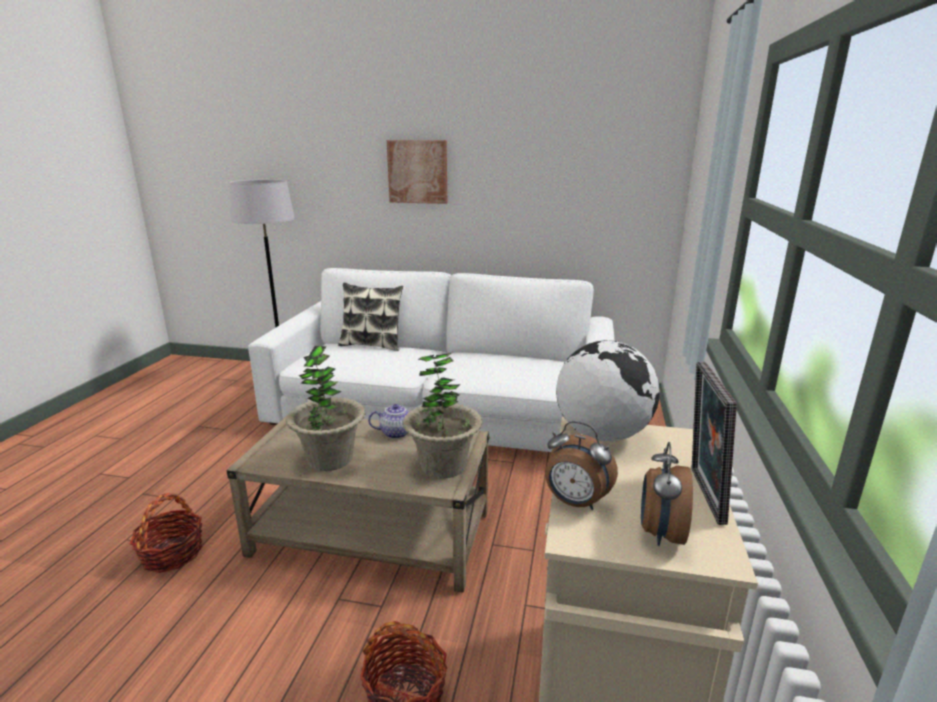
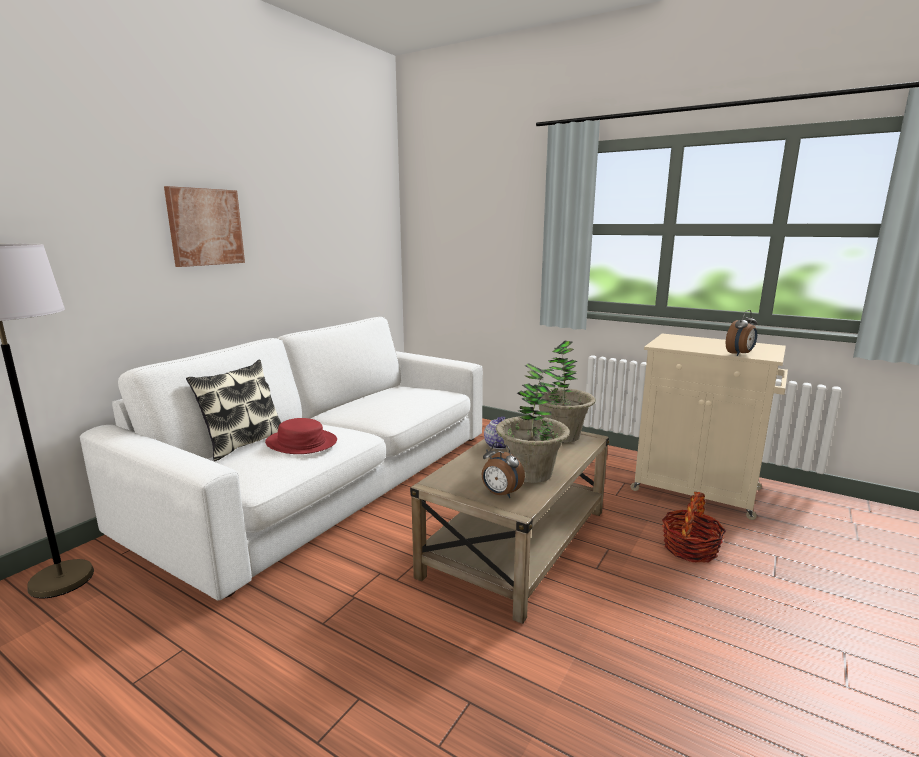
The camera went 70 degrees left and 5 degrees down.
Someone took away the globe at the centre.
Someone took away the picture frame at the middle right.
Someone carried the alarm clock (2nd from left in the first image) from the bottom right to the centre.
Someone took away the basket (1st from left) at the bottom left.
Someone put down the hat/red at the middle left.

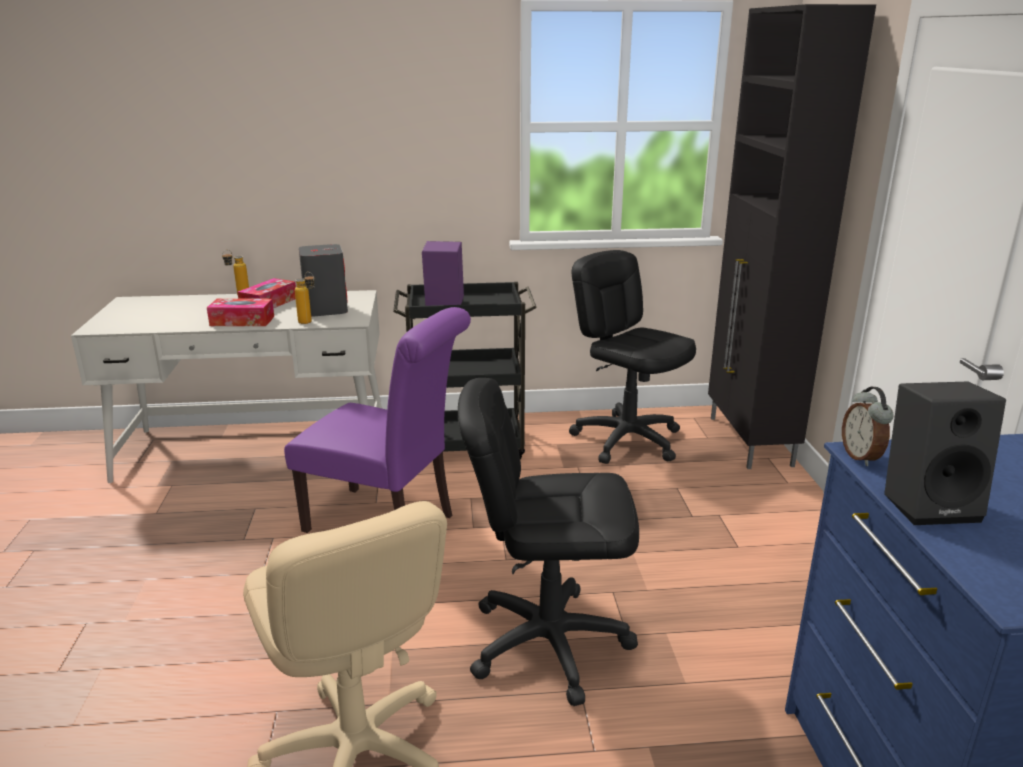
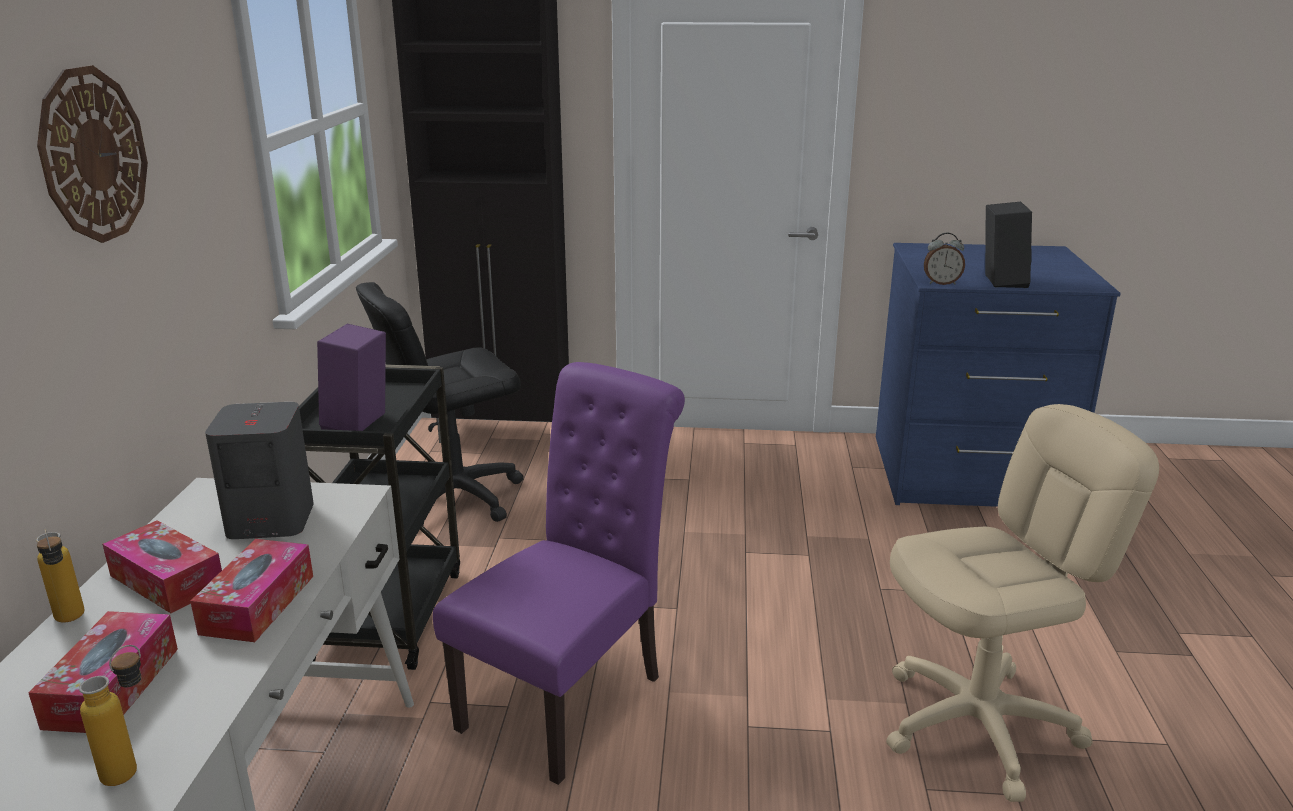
The camera went 80 degrees left and 0 degrees up.
Someone carried the bottle (2nd from left) from the middle left to the bottom left.
Someone took away the office chair/black (1st from left) at the bottom centre.
Someone put up the wall clock at the top left.
Someone put down the tissue box (1st from left) at the bottom left.

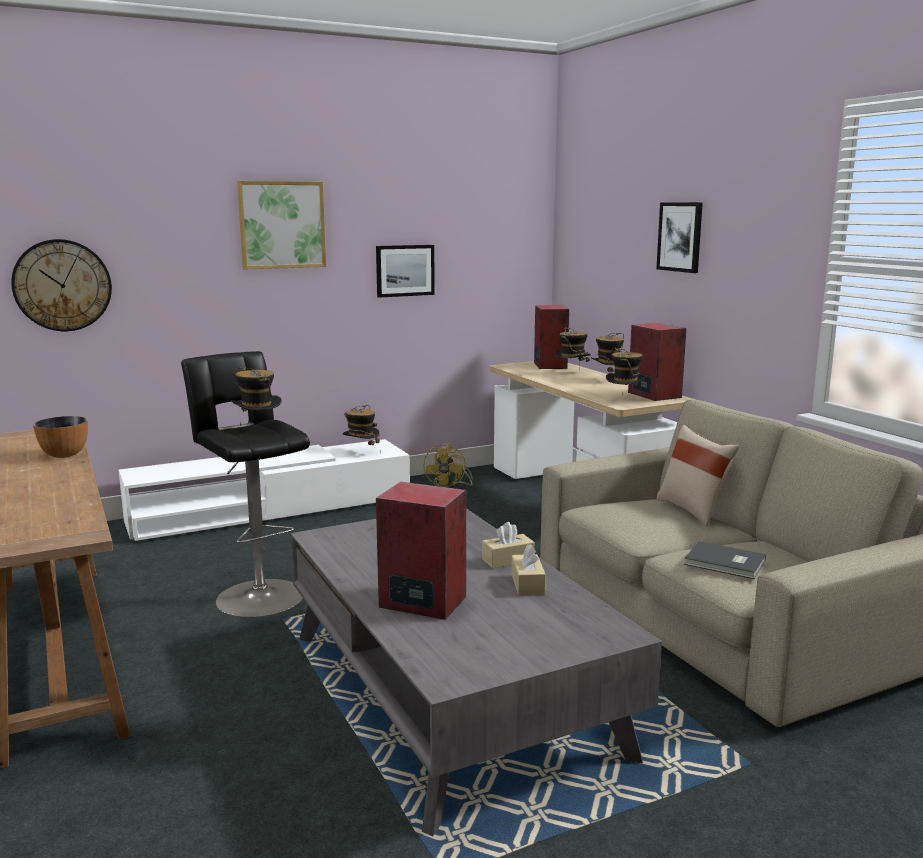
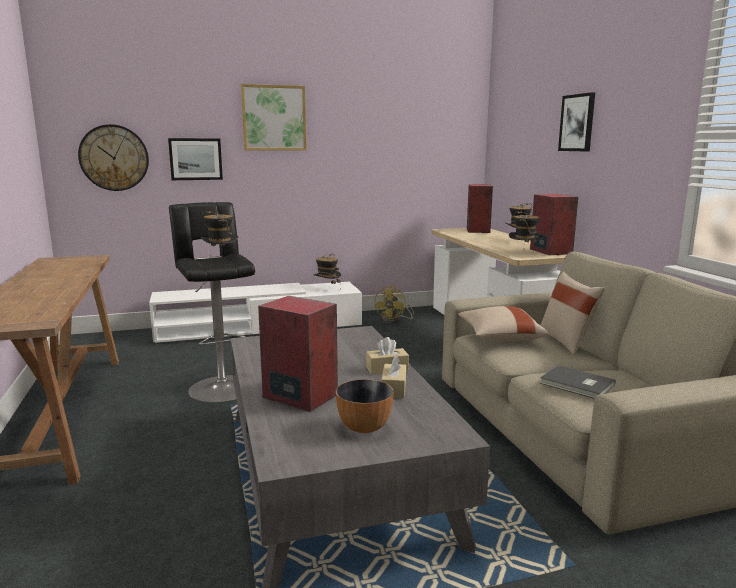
The camera went 10 degrees right and 0 degrees up.
Someone carried the picture (2nd from left in the first image) from the top centre to the top left.
Someone took away the hat (3rd from left) at the centre.
Someone carried the bowl from the middle left to the bottom centre.
Someone put down the pillow/beige (1st from left) at the middle right.

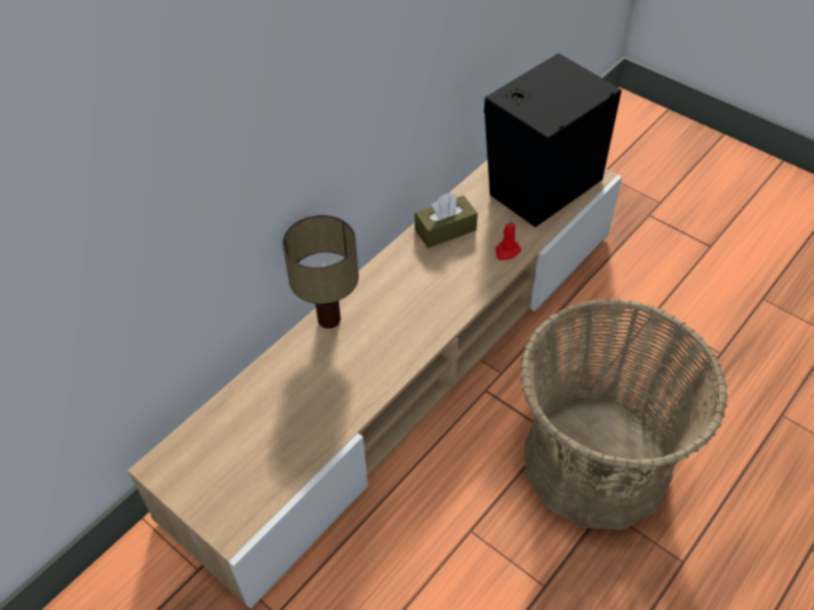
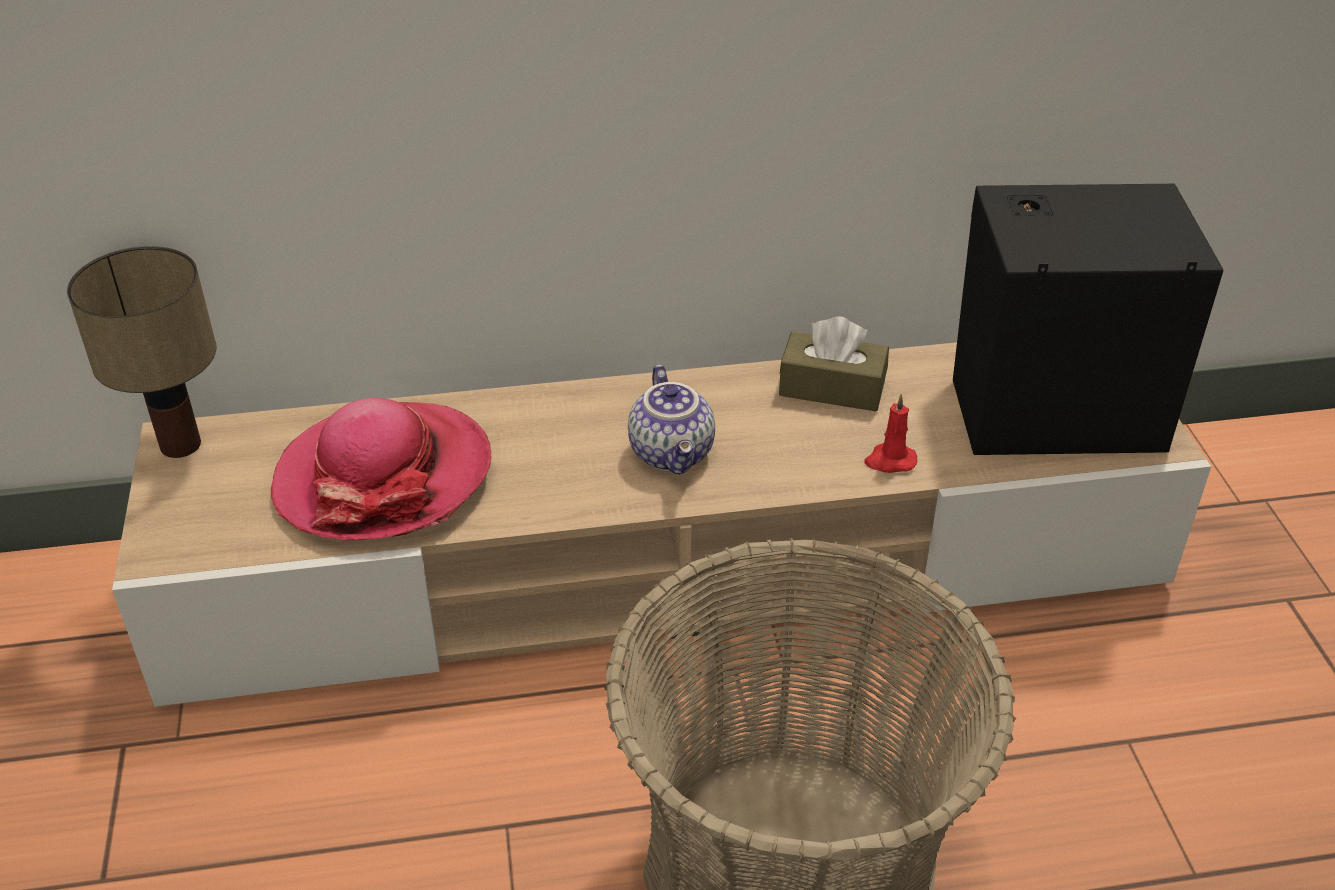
The camera went 40 degrees right and 10 degrees down.
Someone carried the table lamp from the centre to the middle left.
Someone put down the teapot at the centre.
Someone put down the hat at the middle left.

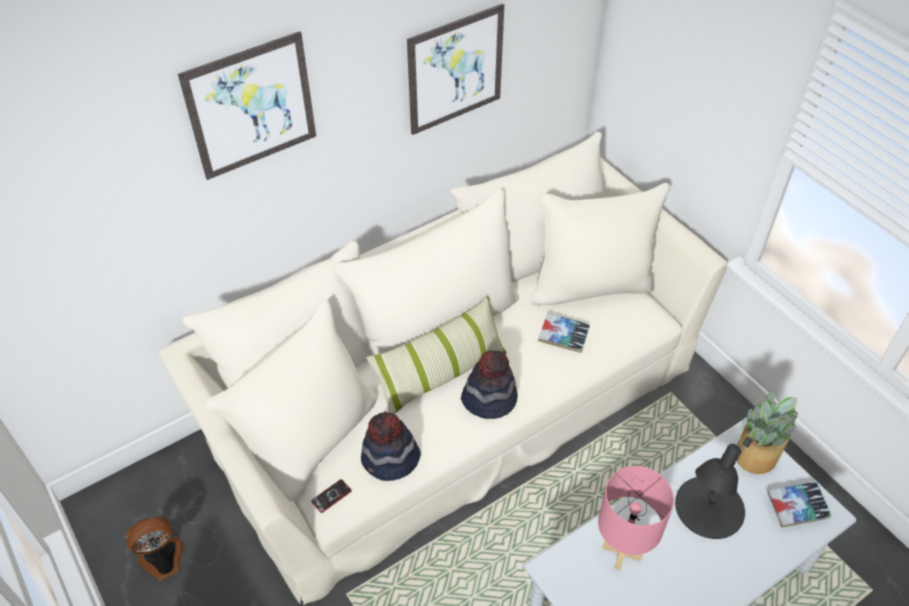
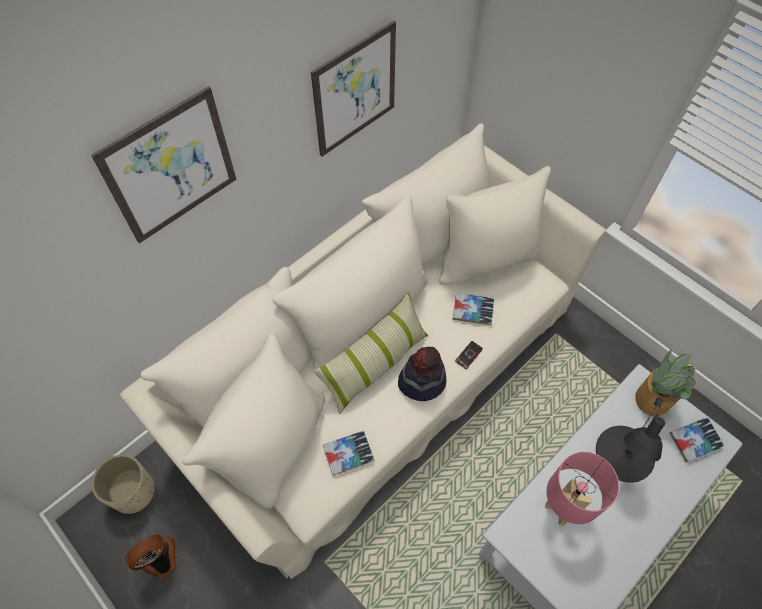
The camera went 10 degrees left and 10 degrees up.
Someone swapped the hat (1st from left) at the bottom centre for the book (1st from left) at the bottom centre.
Someone carried the phone from the bottom centre to the centre.
Someone put down the planter/beige at the bottom left.

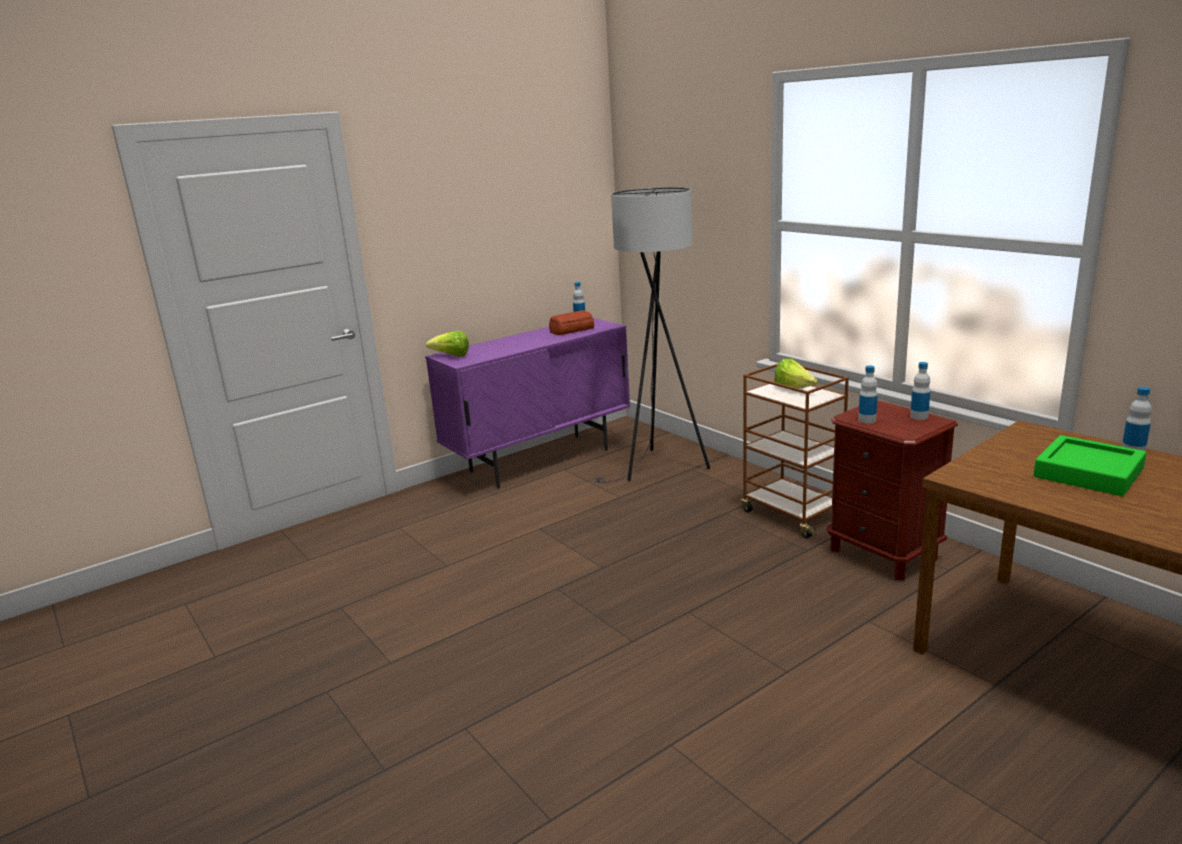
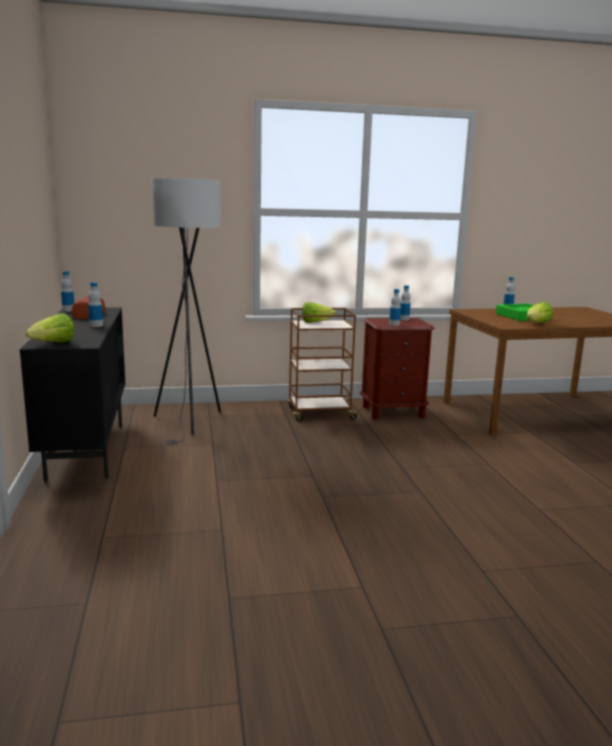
The camera went 65 degrees left and 5 degrees down.
Someone repainted the cabinet/purple at the centre, which became the cabinet/black at the middle left.
Someone put down the bottle (2nd from left) at the middle left.
Someone put down the lettuce (3rd from left) at the middle right.

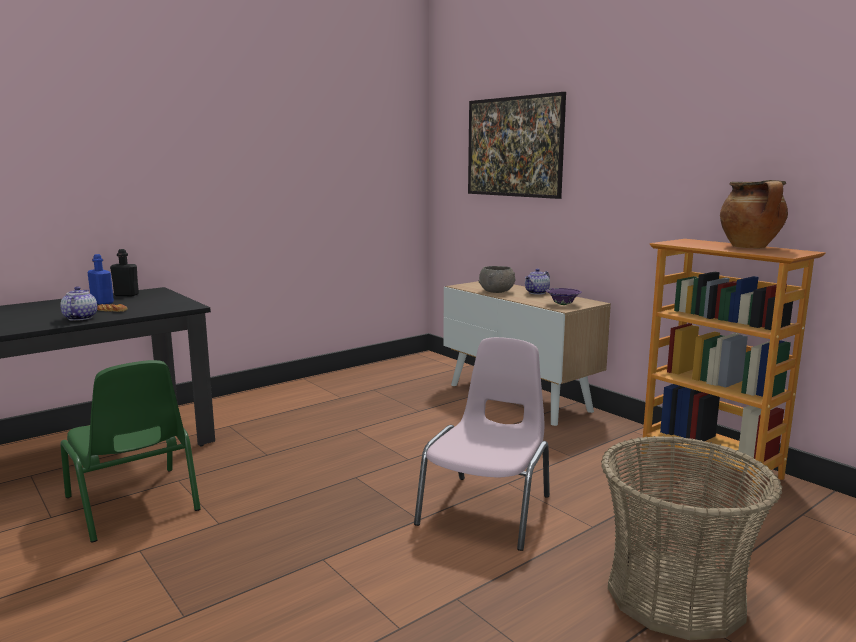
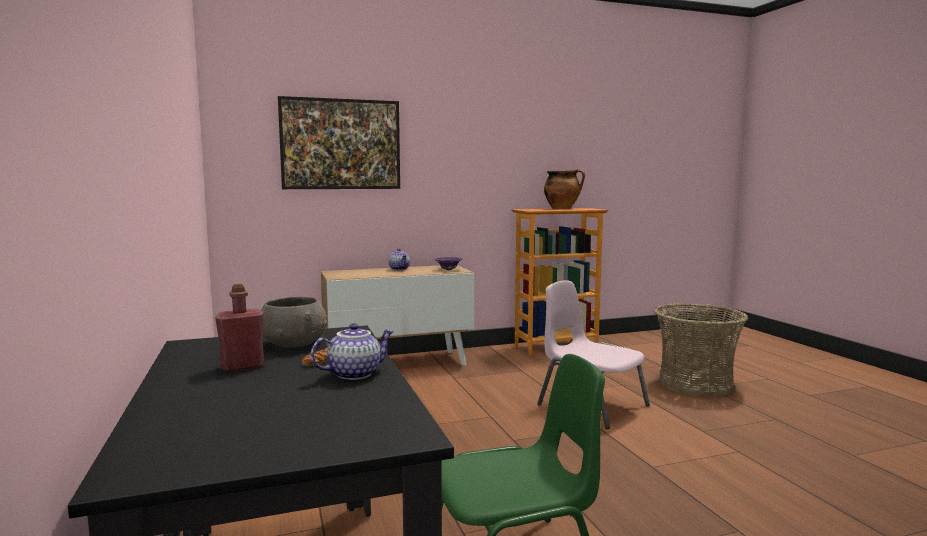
The camera went 70 degrees left and 5 degrees down.
Someone took away the bottle/black at the middle left.
Someone repainted the bottle/blue at the middle left, which became the bottle/red at the middle left.
Someone carried the bowl/grey from the centre to the middle left.
Someone rotated the teapot (1st from left) at the middle left by 135 degrees clockwise.

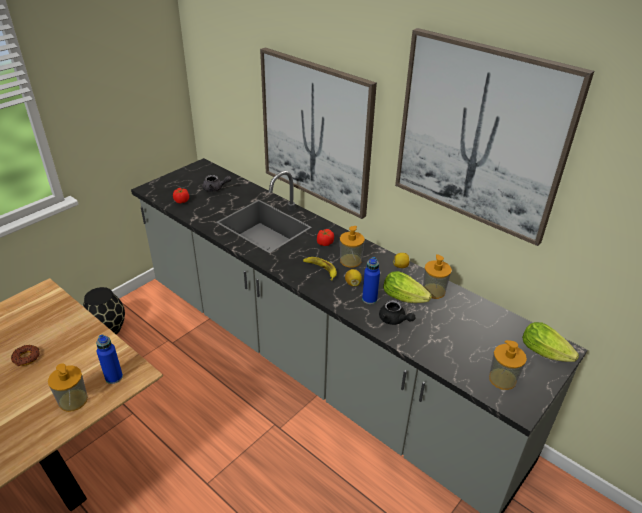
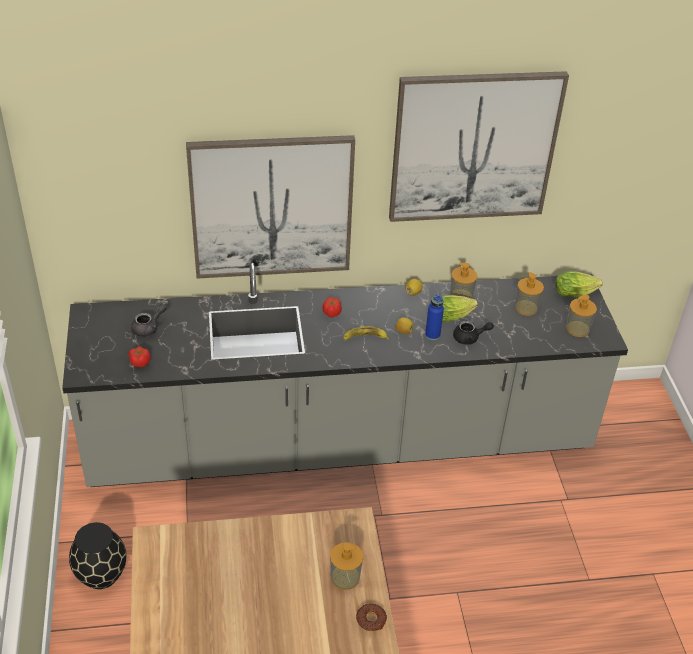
The camera went 50 degrees left and 5 degrees up.
Someone carried the soap dispenser (2nd from left in the first image) from the centre to the middle right.
Someone took away the bottle/blue (1st from left) at the bottom left.
Someone carried the donut from the bottom left to the bottom centre.

